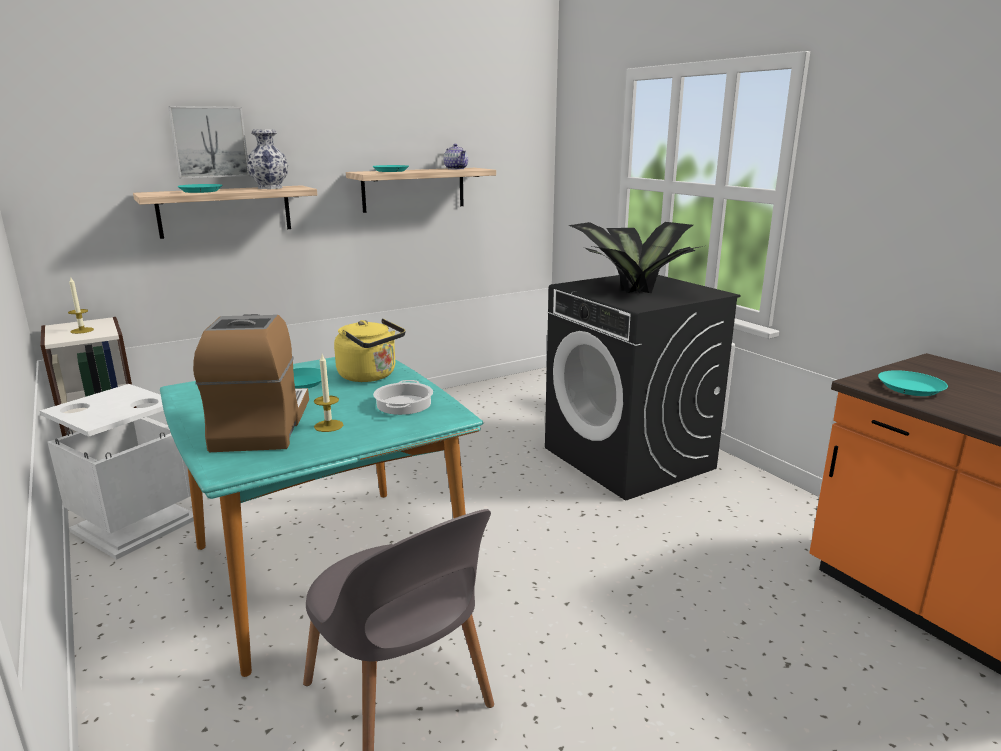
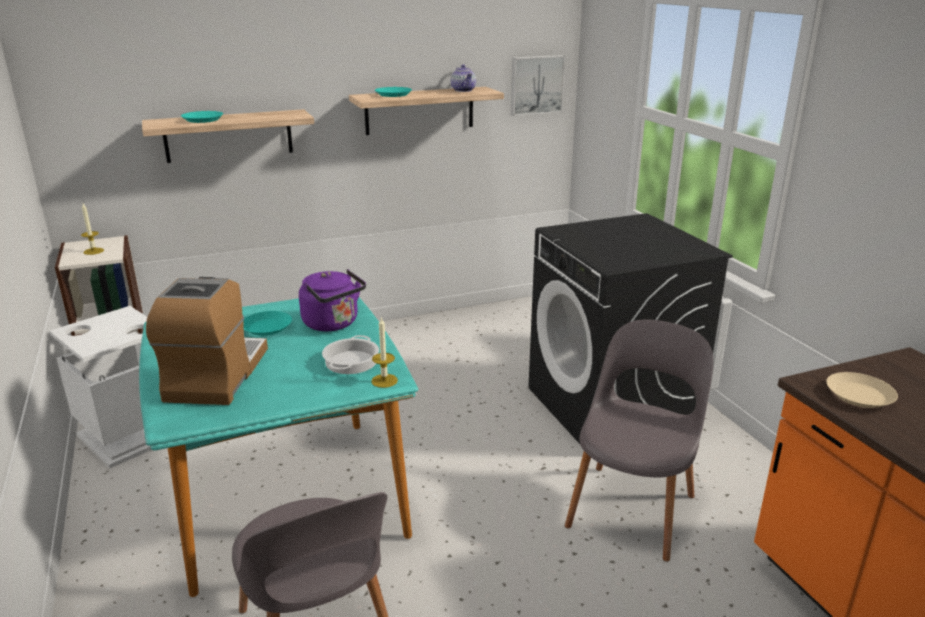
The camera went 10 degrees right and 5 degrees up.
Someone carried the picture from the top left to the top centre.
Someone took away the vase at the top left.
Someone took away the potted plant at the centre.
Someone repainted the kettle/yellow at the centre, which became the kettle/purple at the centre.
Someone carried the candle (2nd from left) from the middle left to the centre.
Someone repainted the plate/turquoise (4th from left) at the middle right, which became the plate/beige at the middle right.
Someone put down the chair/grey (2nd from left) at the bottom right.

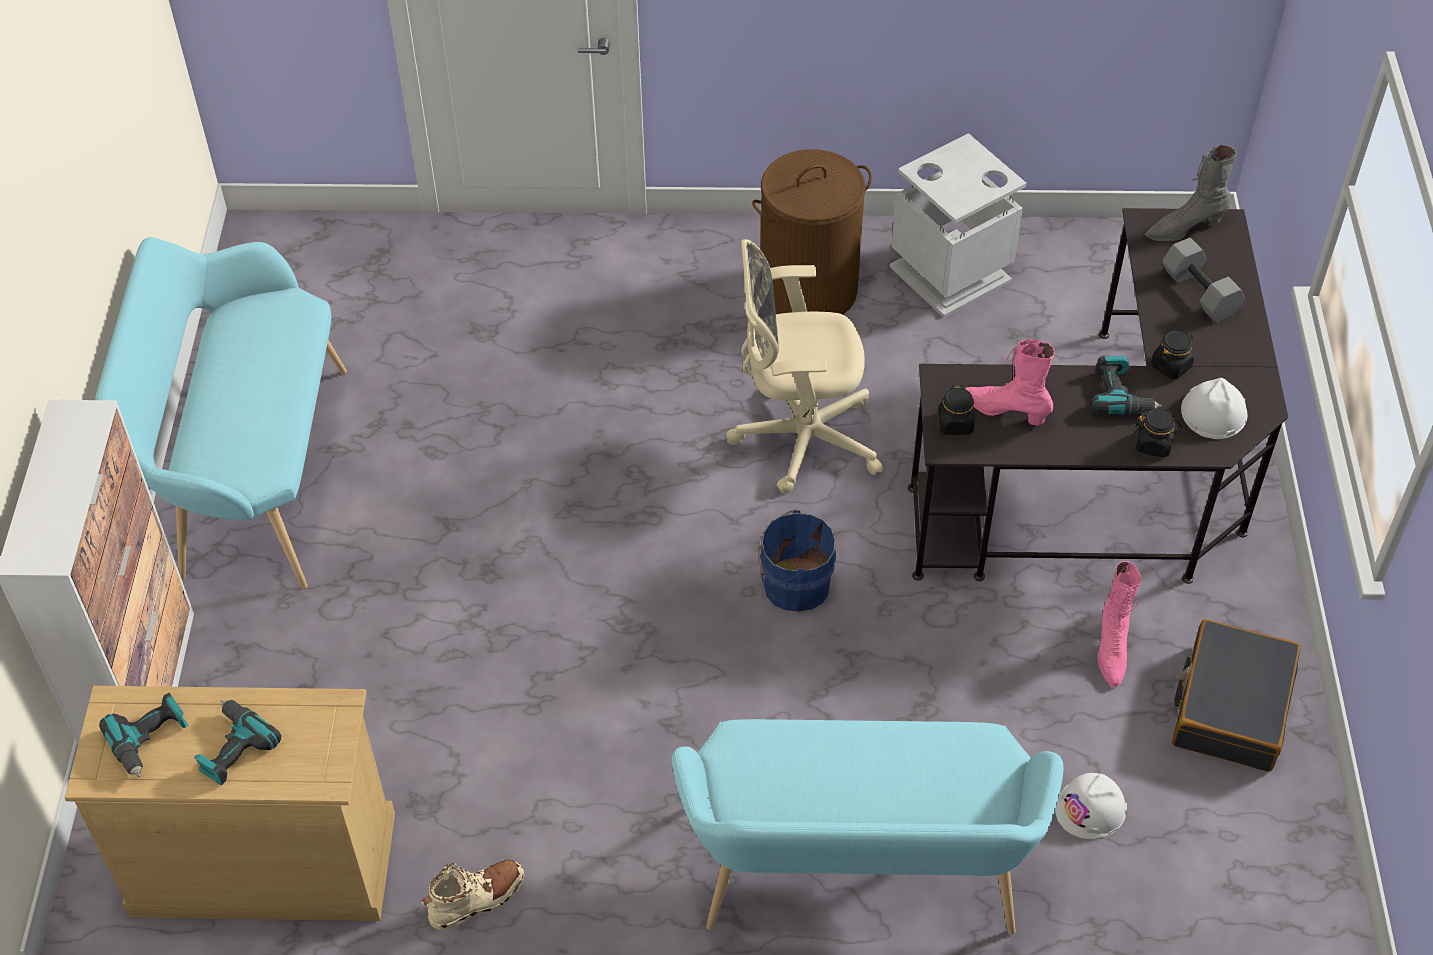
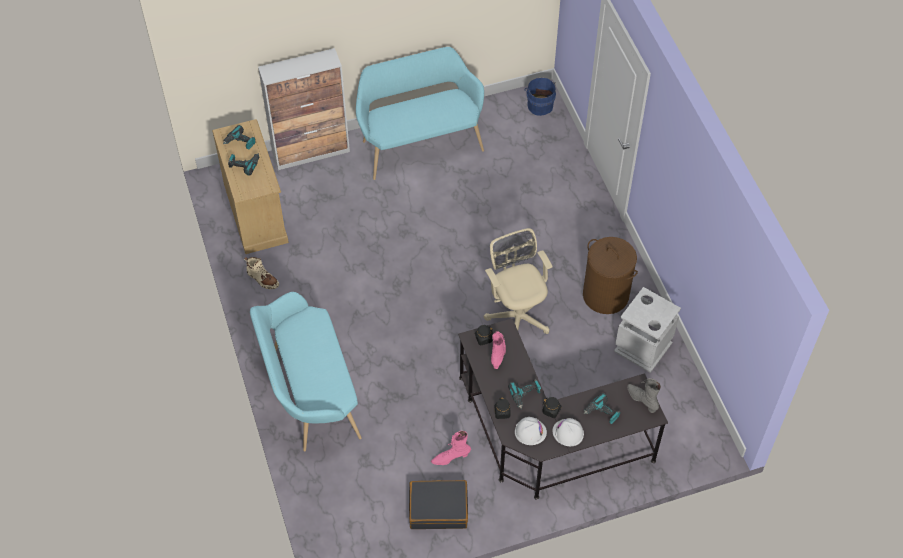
The camera went 70 degrees right and 5 degrees up.
Someone swapped the dumbbell/grey at the top right for the power drill (4th from left) at the bottom centre.
Someone carried the bucket/blue from the centre to the top centre.
Someone carried the hard hat/white (1st from left in the first image) from the bottom right to the bottom centre.

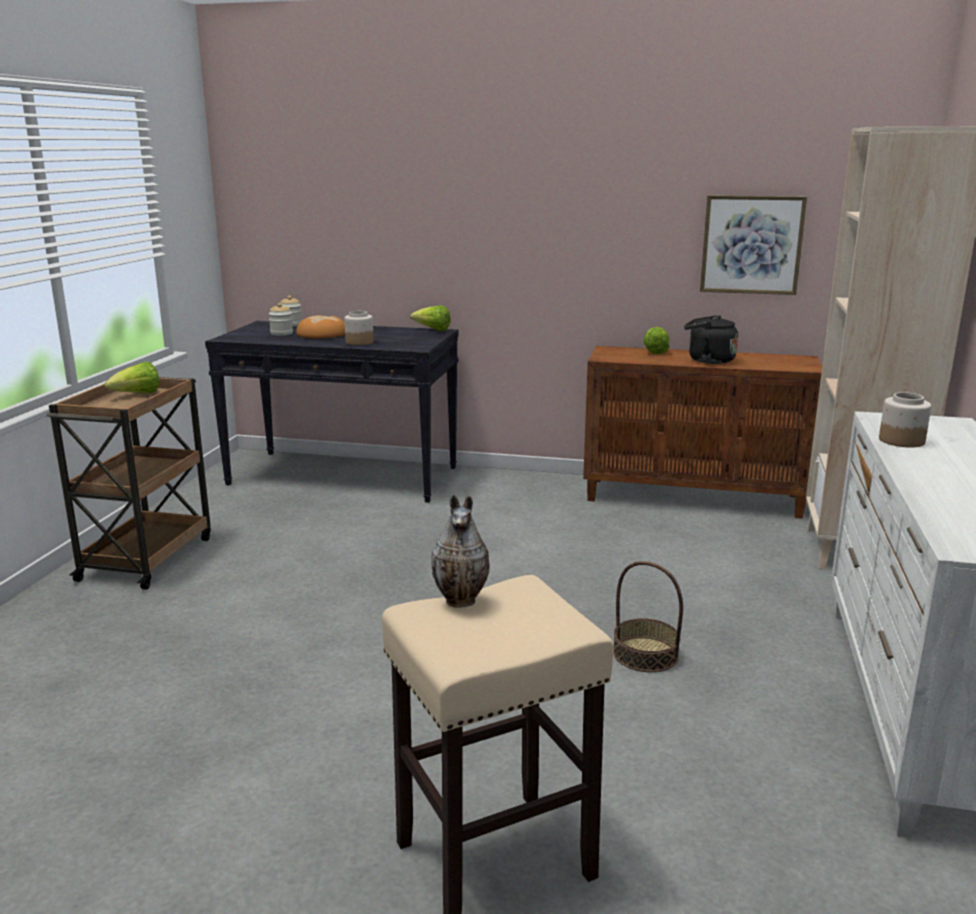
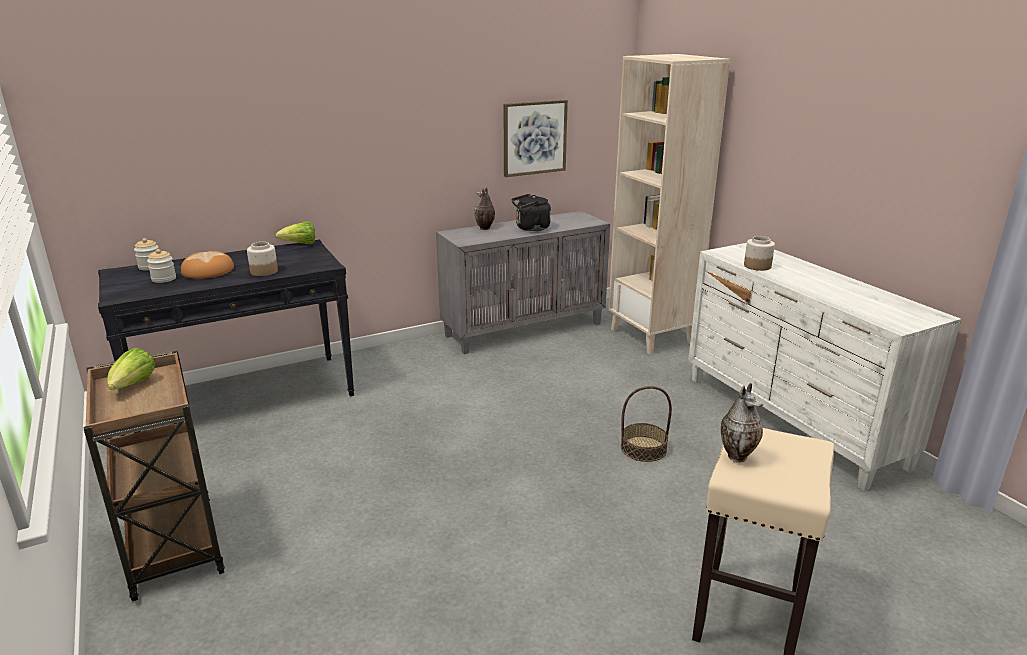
The camera went 40 degrees left and 5 degrees up.
Someone swapped the lettuce (3rd from left) at the middle right for the vase (1st from left) at the top centre.
Someone repainted the cabinet/brown at the middle right, which became the cabinet/grey at the centre.

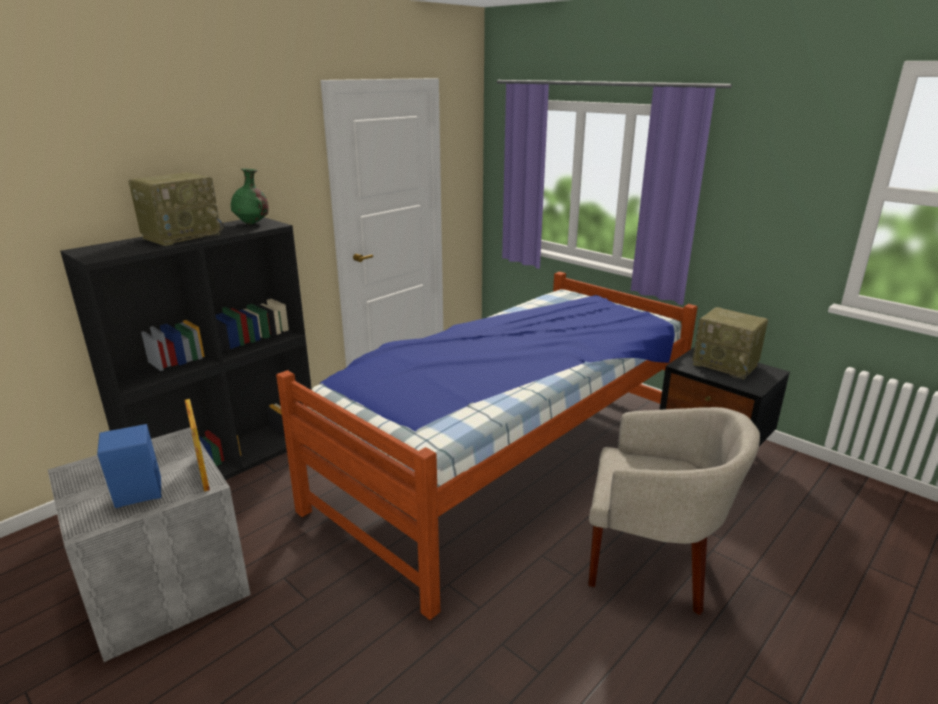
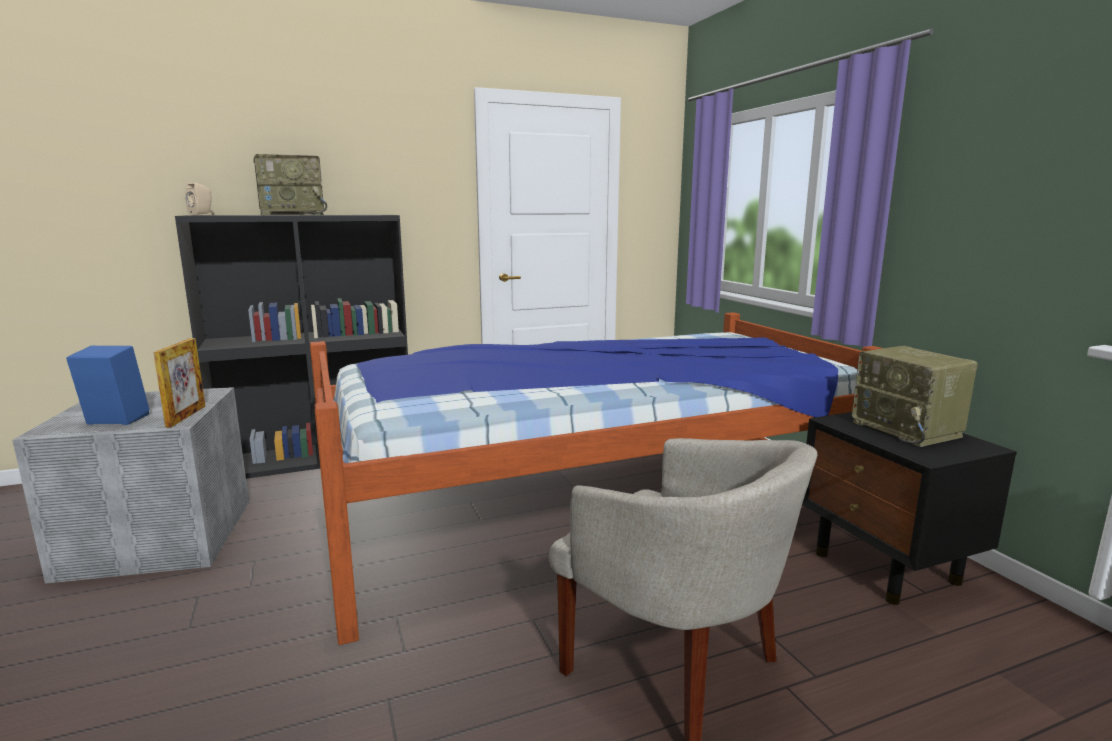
The camera went 25 degrees right and 10 degrees down.
Someone took away the vase/green at the top left.
Someone put down the speaker/beige at the top left.

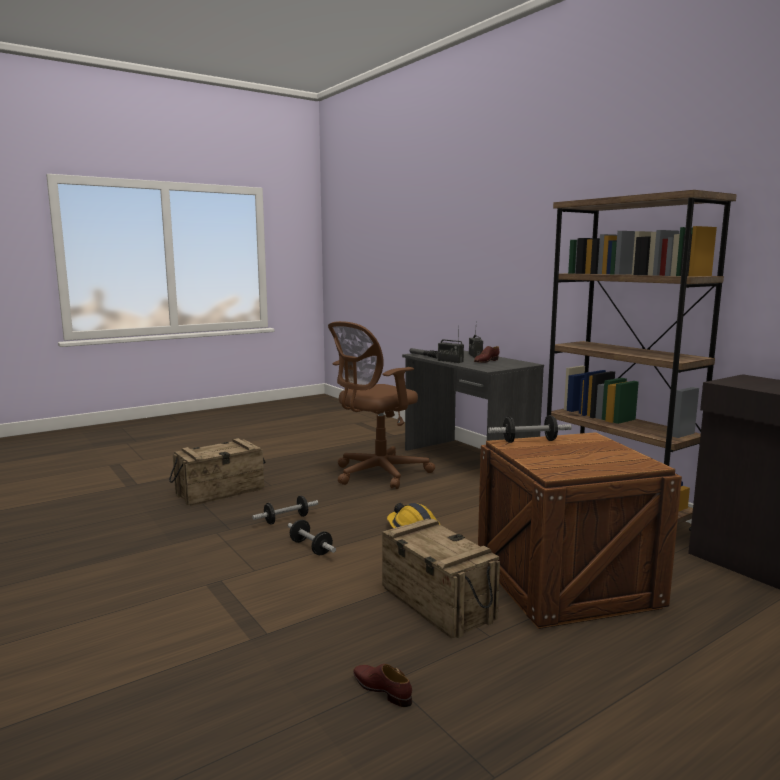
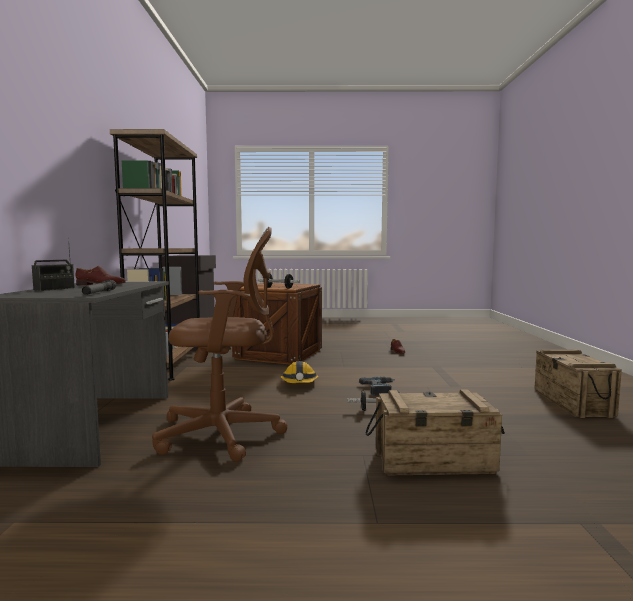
The camera went 145 degrees left and 5 degrees down.
Someone took away the radio (1st from left) at the centre.
Someone carried the crate (2nd from left in the first image) from the bottom centre to the middle right.
Someone swapped the dumbbell (2nd from left) at the bottom centre for the power drill at the centre.

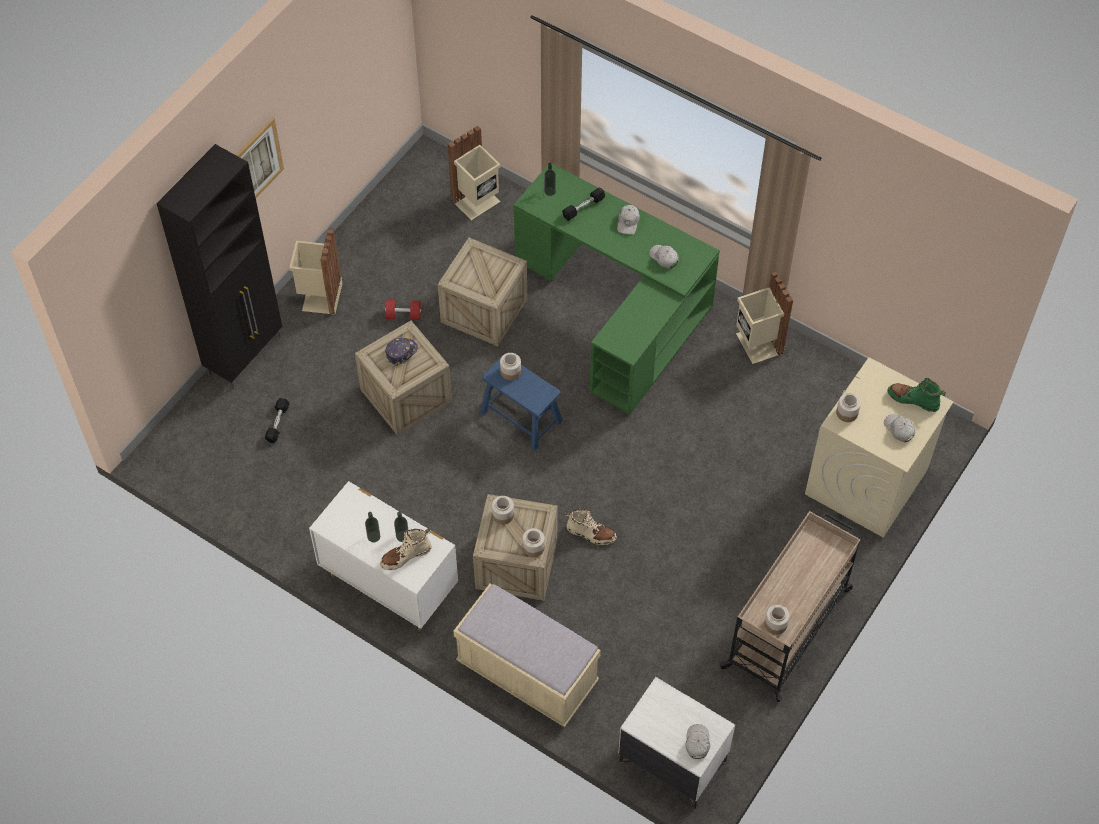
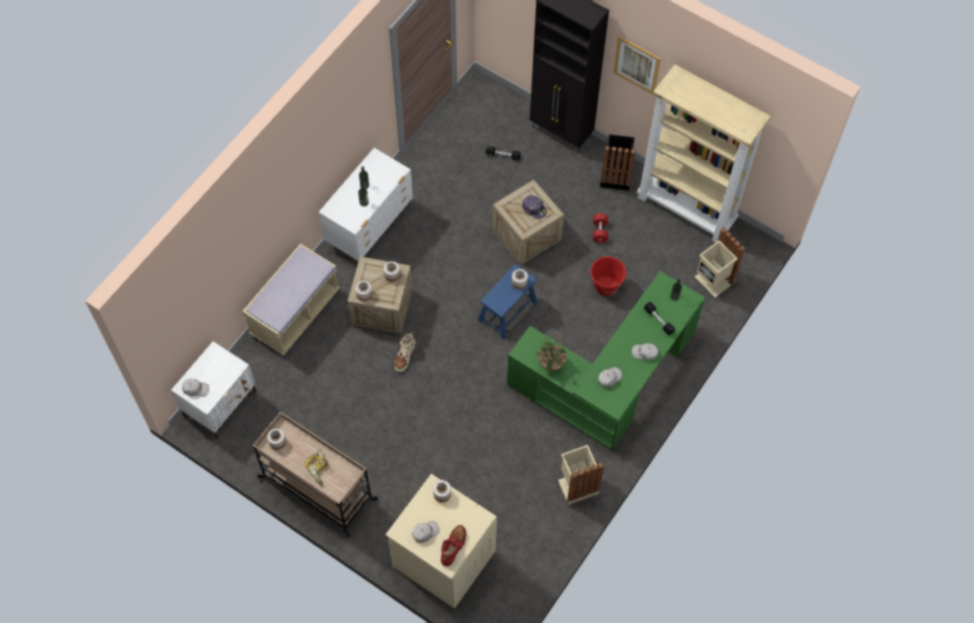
The camera went 90 degrees right and 5 degrees up.
Someone repainted the trash can/beige (1st from left) at the top left, which became the trash can/black at the top centre.
Someone swapped the crate (2nd from left) at the centre for the bucket/red at the centre.
Someone repainted the boot/green at the middle right, which became the boot/red at the bottom centre.
Someone took away the boot/beige (1st from left) at the centre.
Someone put down the bookcase/beige at the top right.
Someone put down the potted plant at the centre.
Someone put down the power drill at the bottom left.

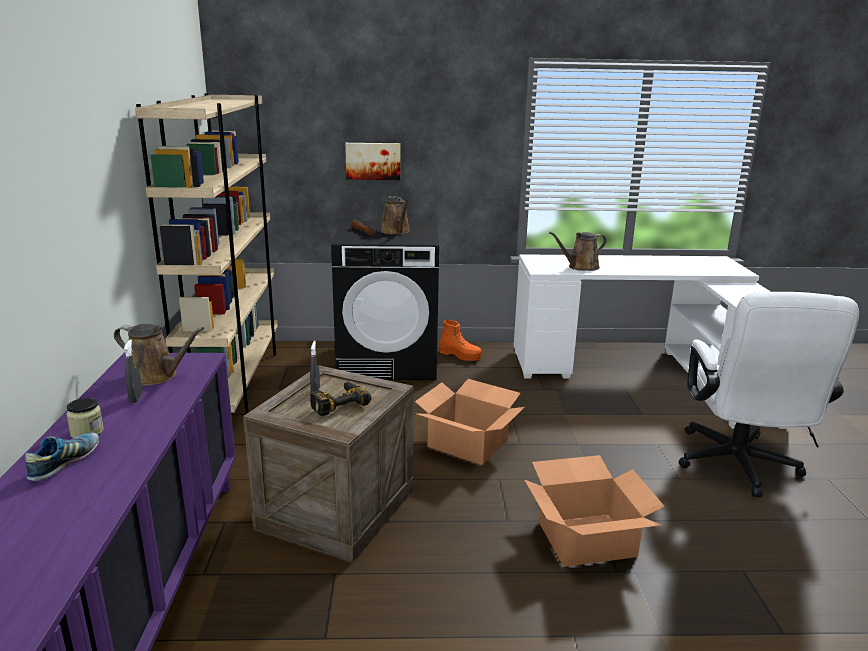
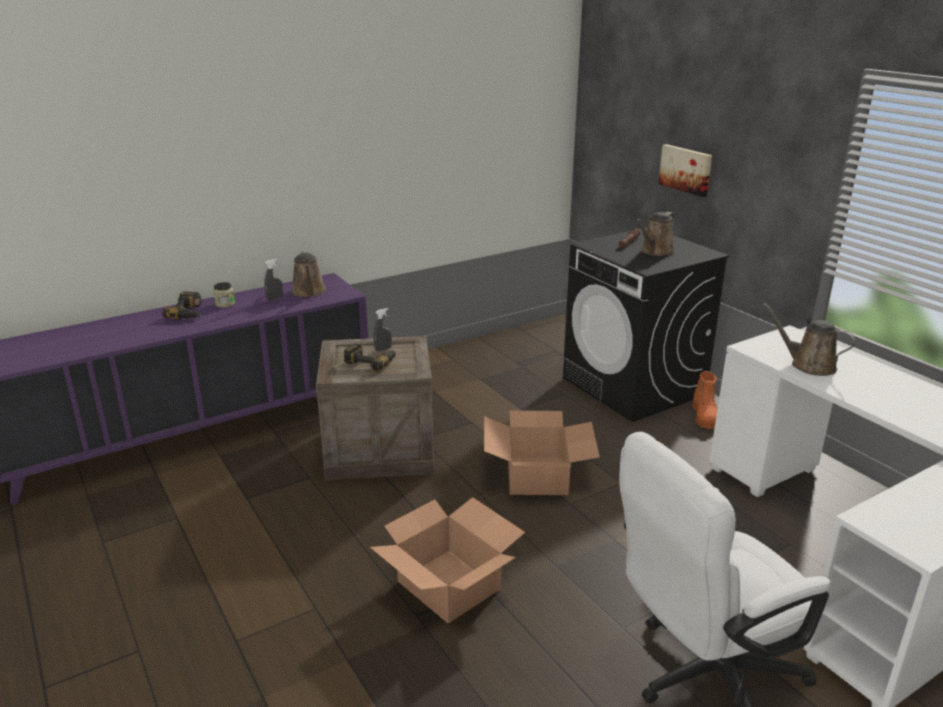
The camera went 60 degrees right and 5 degrees up.
Someone took away the bookcase/beige at the middle left.
Someone swapped the shoe at the bottom left for the power drill (1st from left) at the middle left.

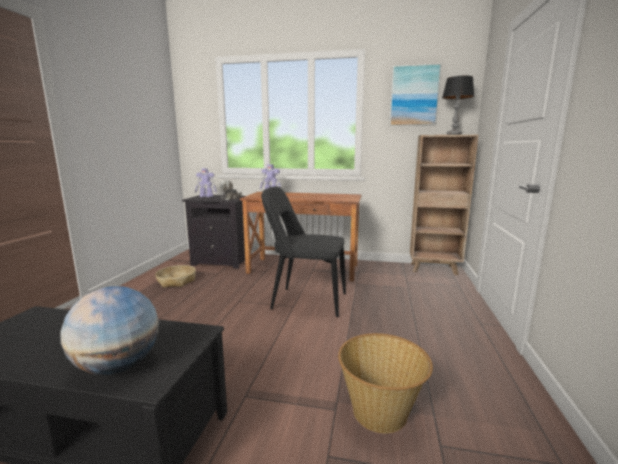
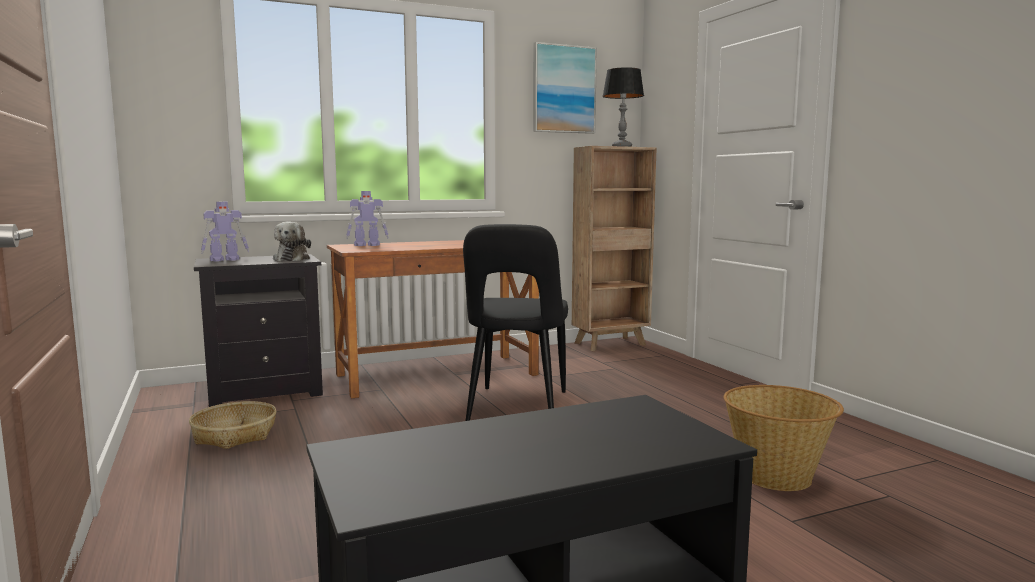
The camera went 35 degrees left and 5 degrees down.
Someone rotated the chair/black at the centre by 60 degrees counterclockwise.
Someone took away the globe at the bottom left.

